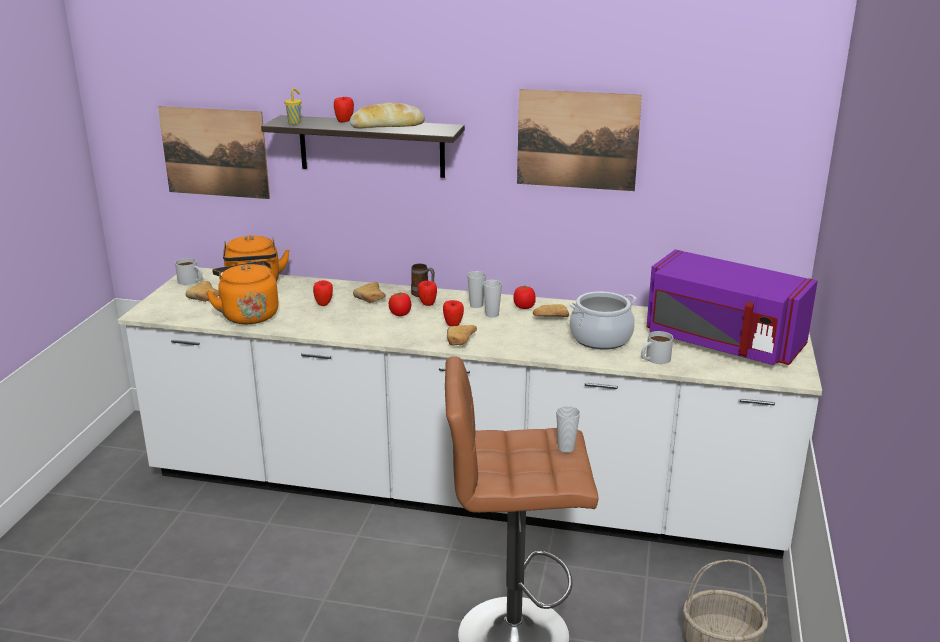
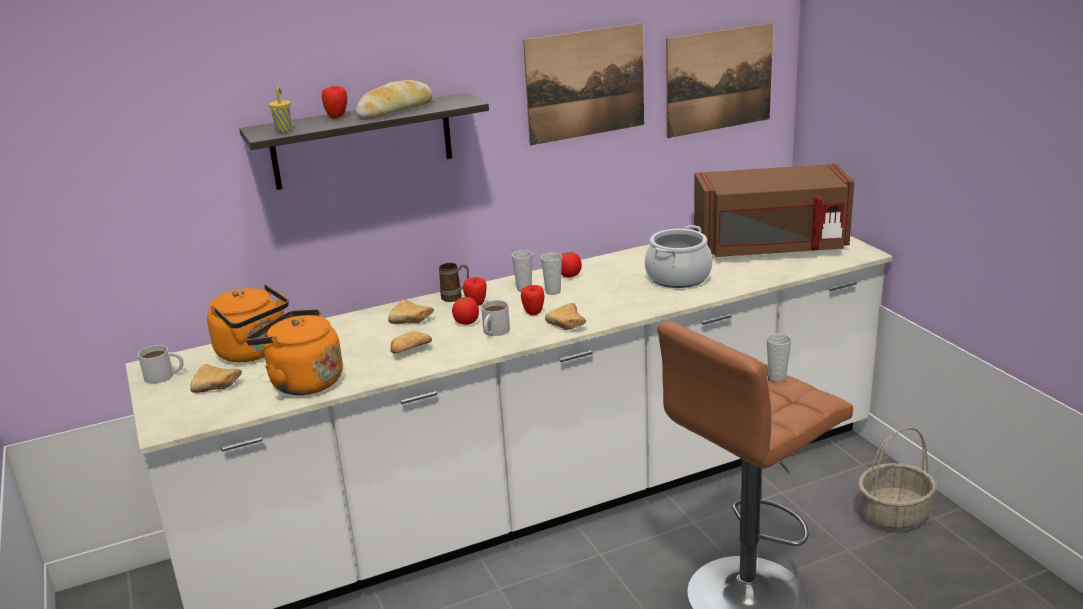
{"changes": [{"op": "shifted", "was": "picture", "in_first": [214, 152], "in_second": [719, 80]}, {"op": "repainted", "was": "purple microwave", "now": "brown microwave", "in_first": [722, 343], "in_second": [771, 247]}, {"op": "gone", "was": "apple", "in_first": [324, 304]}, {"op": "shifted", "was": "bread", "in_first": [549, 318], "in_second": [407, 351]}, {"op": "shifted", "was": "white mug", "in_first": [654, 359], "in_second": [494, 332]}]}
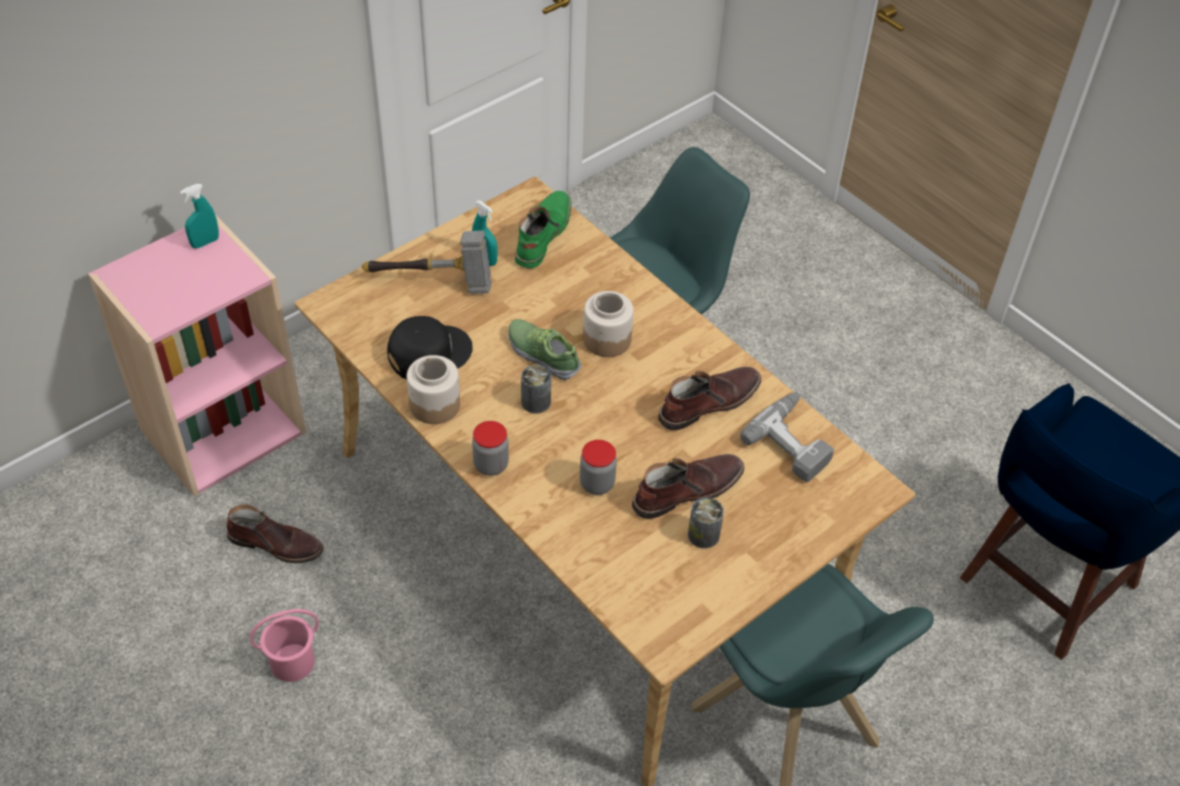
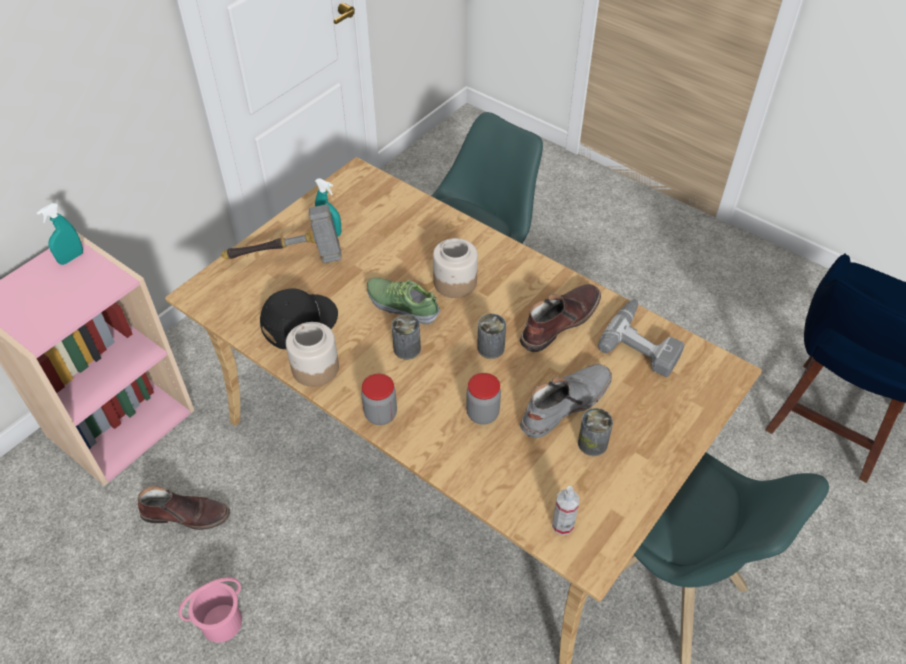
{"changes": [{"op": "gone", "was": "green boot", "in_first": [541, 235]}, {"op": "repainted", "was": "brown boot", "now": "grey boot", "in_first": [686, 490], "in_second": [564, 404]}, {"op": "new", "now": "can", "in_second": [490, 348]}, {"op": "new", "now": "spray bottle", "in_second": [562, 525]}]}
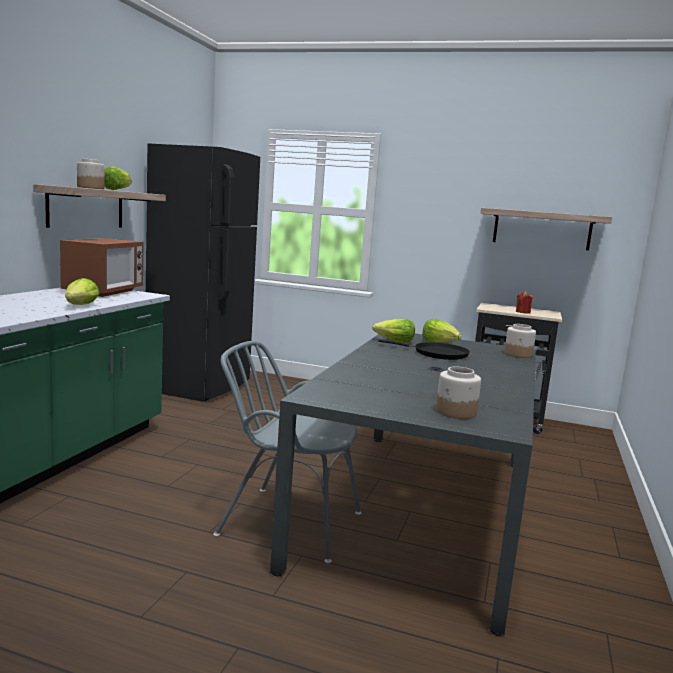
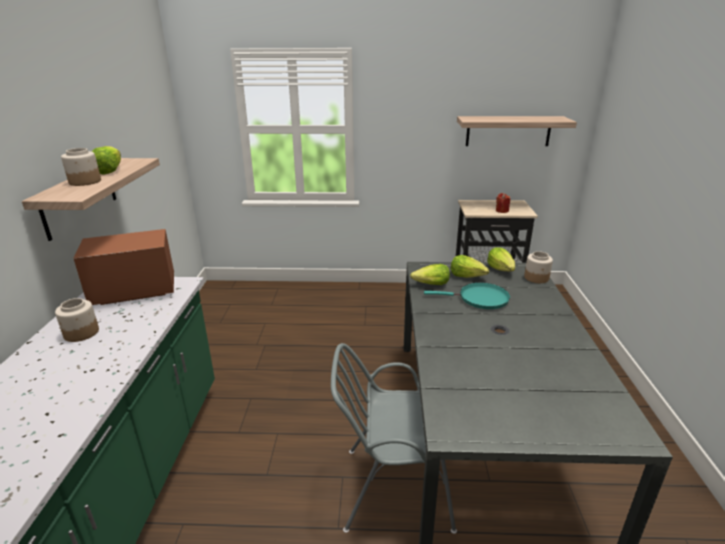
{"changes": [{"op": "gone", "was": "black fridge", "in_first": [200, 386]}, {"op": "rotated", "was": "microwave", "in_first": [104, 292], "in_second": [135, 292], "clockwise": -105}, {"op": "shifted", "was": "lettuce", "in_first": [81, 306], "in_second": [501, 269]}, {"op": "repainted", "was": "black frying pan", "now": "turquoise frying pan", "in_first": [437, 354], "in_second": [480, 299]}, {"op": "shifted", "was": "jar", "in_first": [456, 412], "in_second": [81, 333]}]}
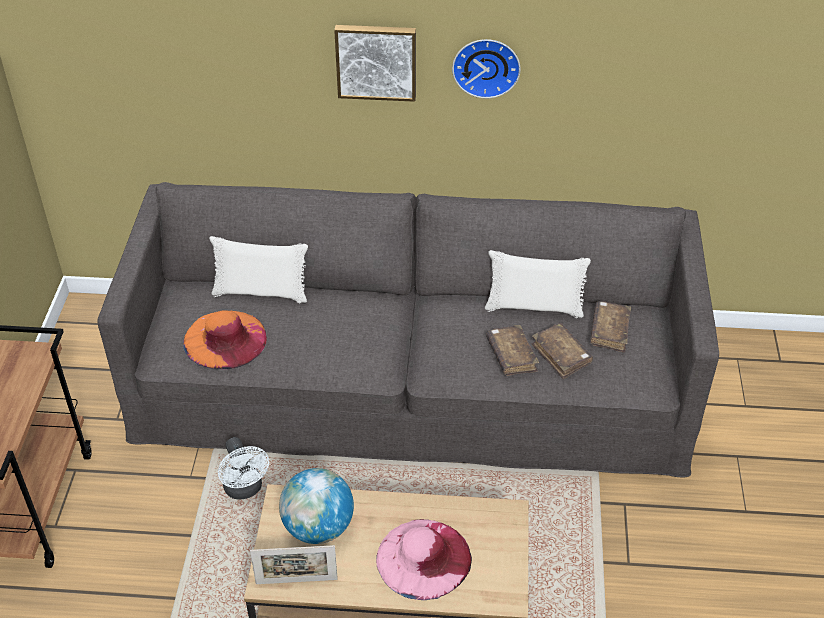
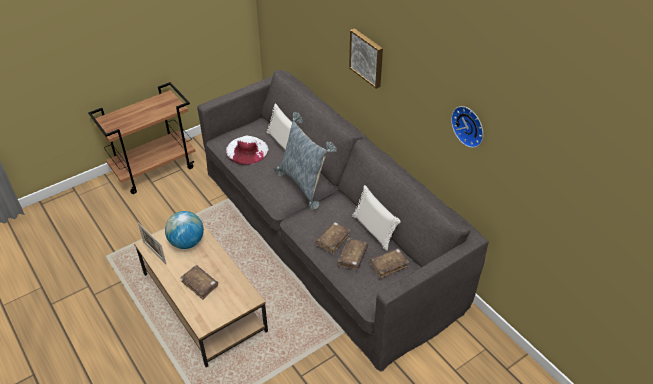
{"changes": [{"op": "shifted", "was": "wall clock", "in_first": [486, 66], "in_second": [469, 125]}, {"op": "repainted", "was": "orange hat", "now": "white hat", "in_first": [225, 339], "in_second": [247, 150]}, {"op": "gone", "was": "white fan", "in_first": [245, 489]}, {"op": "swapped", "was": "pink hat", "now": "brown book", "in_first": [423, 558], "in_second": [200, 284]}, {"op": "new", "now": "pillow", "in_second": [305, 187]}]}
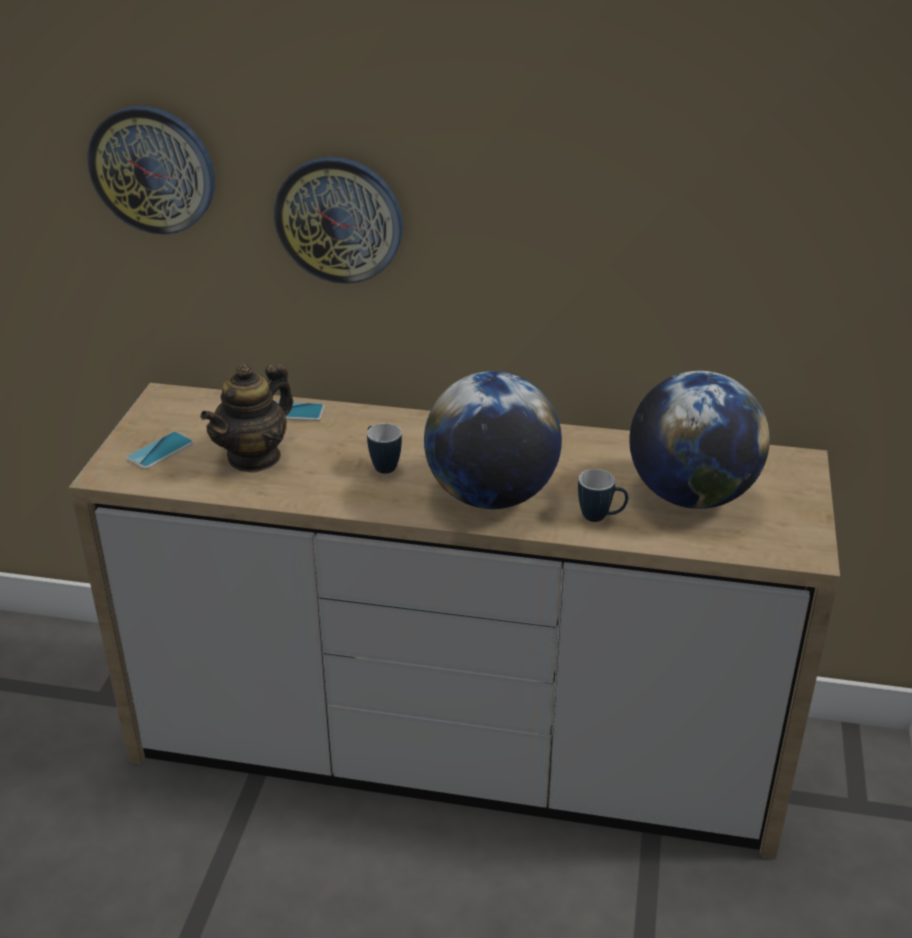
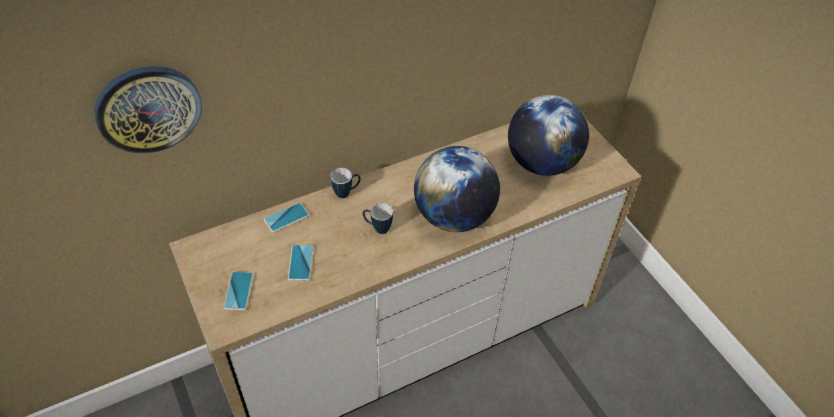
{"changes": [{"op": "gone", "was": "wall clock", "in_first": [339, 219]}, {"op": "swapped", "was": "teapot", "now": "phone", "in_first": [254, 457], "in_second": [301, 263]}, {"op": "shifted", "was": "mug", "in_first": [601, 517], "in_second": [346, 193]}]}
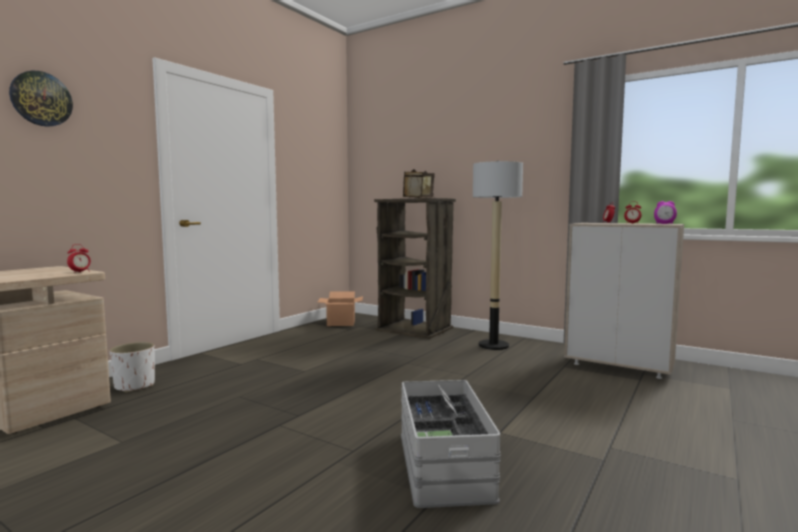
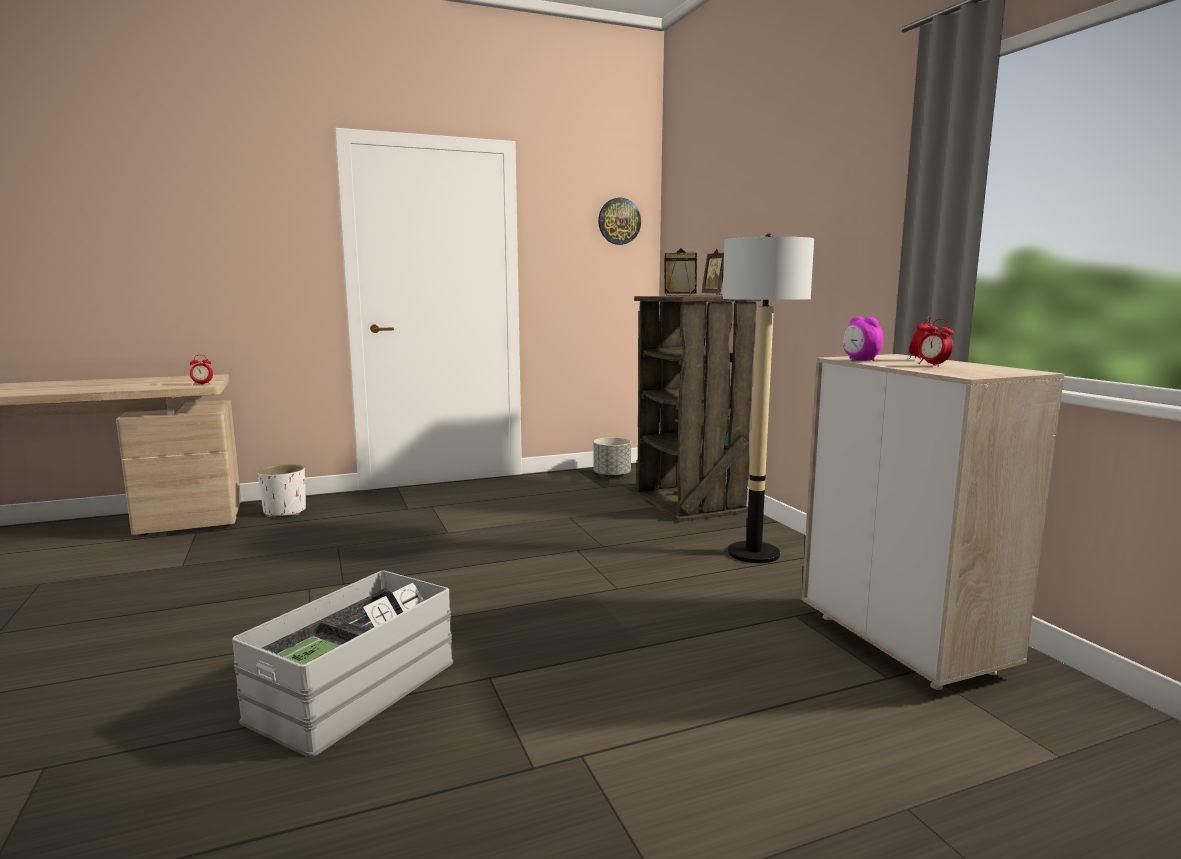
{"changes": [{"op": "shifted", "was": "wall clock", "in_first": [41, 99], "in_second": [619, 221]}, {"op": "shifted", "was": "alarm clock", "in_first": [664, 223], "in_second": [860, 360]}, {"op": "swapped", "was": "cardboard box", "now": "grey planter", "in_first": [341, 323], "in_second": [612, 475]}]}
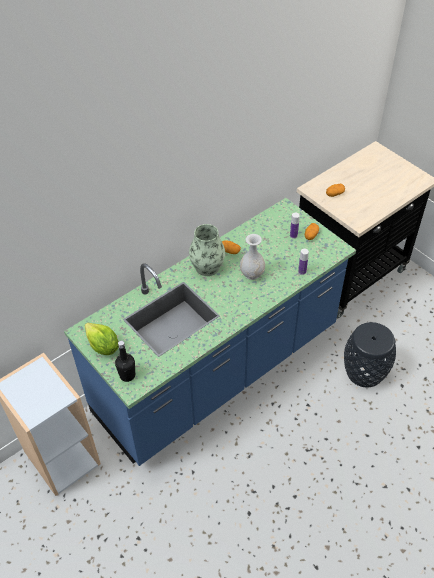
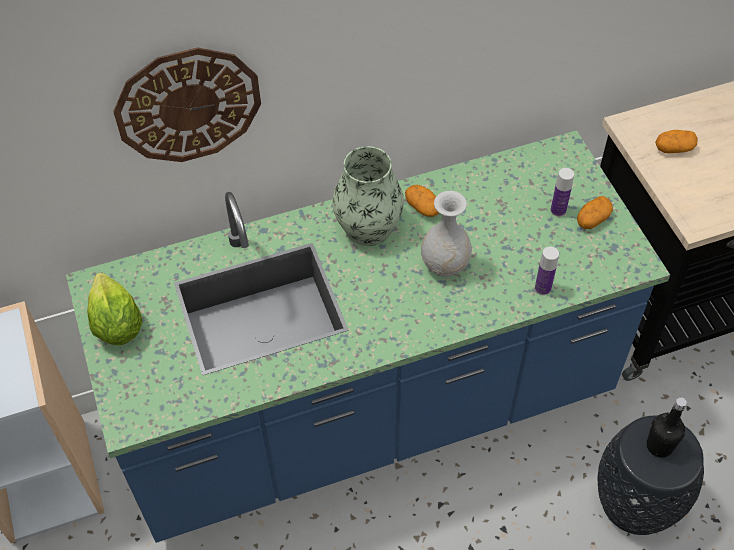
{"changes": [{"op": "shifted", "was": "black bottle", "in_first": [127, 375], "in_second": [659, 446]}, {"op": "new", "now": "wall clock", "in_second": [188, 105]}]}
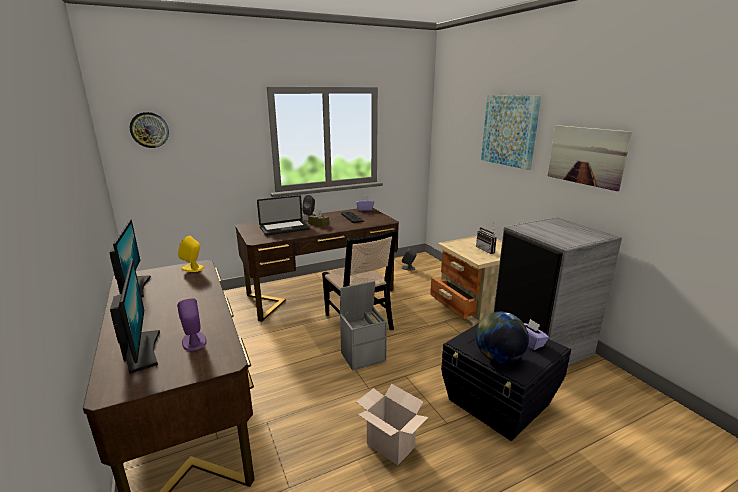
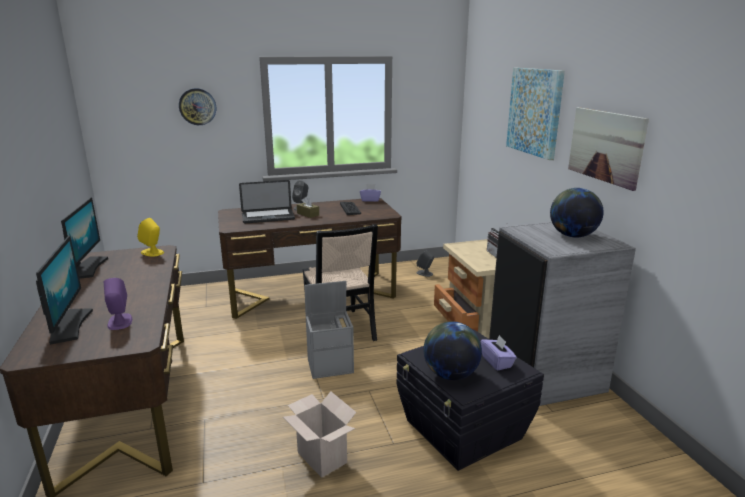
{"changes": [{"op": "shifted", "was": "wall clock", "in_first": [149, 130], "in_second": [197, 106]}, {"op": "new", "now": "globe", "in_second": [572, 235]}]}
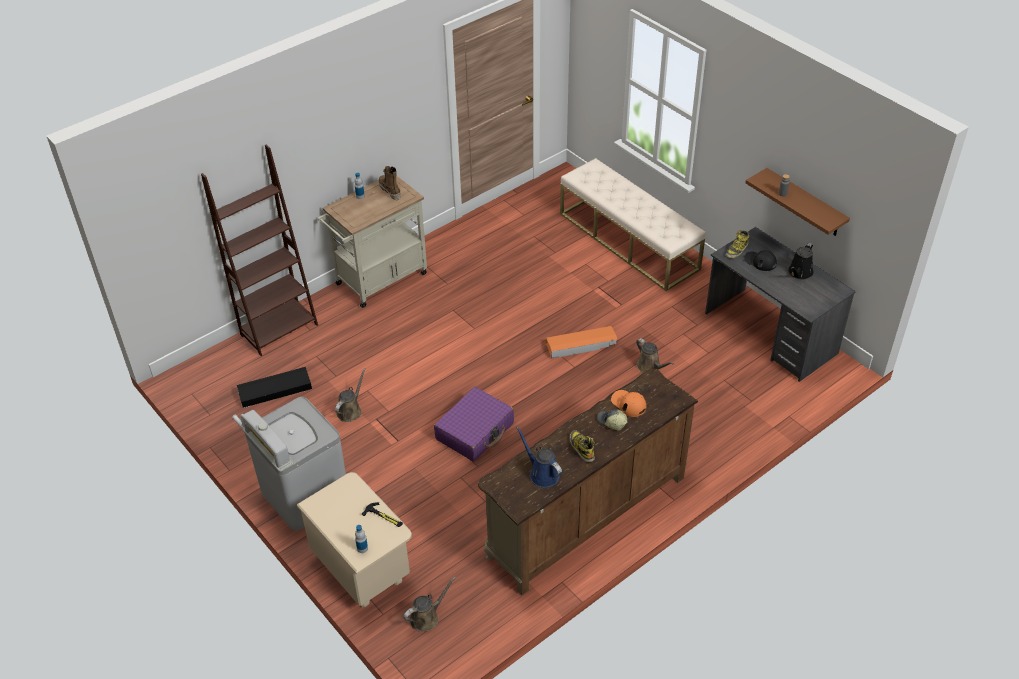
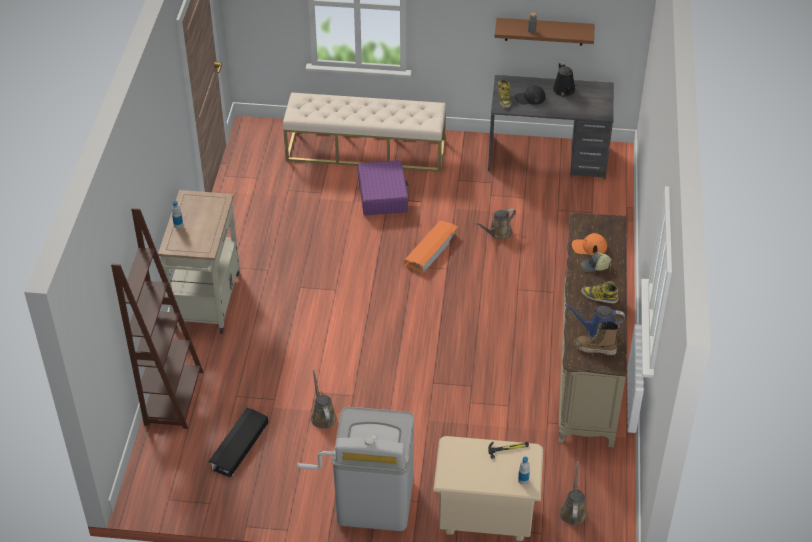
{"changes": [{"op": "shifted", "was": "boot", "in_first": [390, 191], "in_second": [595, 349]}, {"op": "rotated", "was": "brown watering can", "in_first": [650, 366], "in_second": [498, 233], "clockwise": 135}, {"op": "shifted", "was": "purple suitcase", "in_first": [475, 431], "in_second": [383, 195]}]}
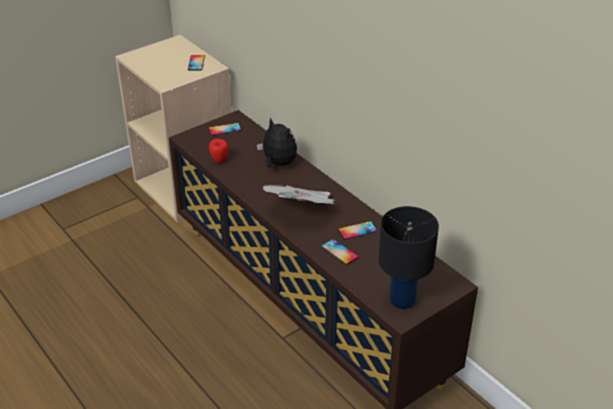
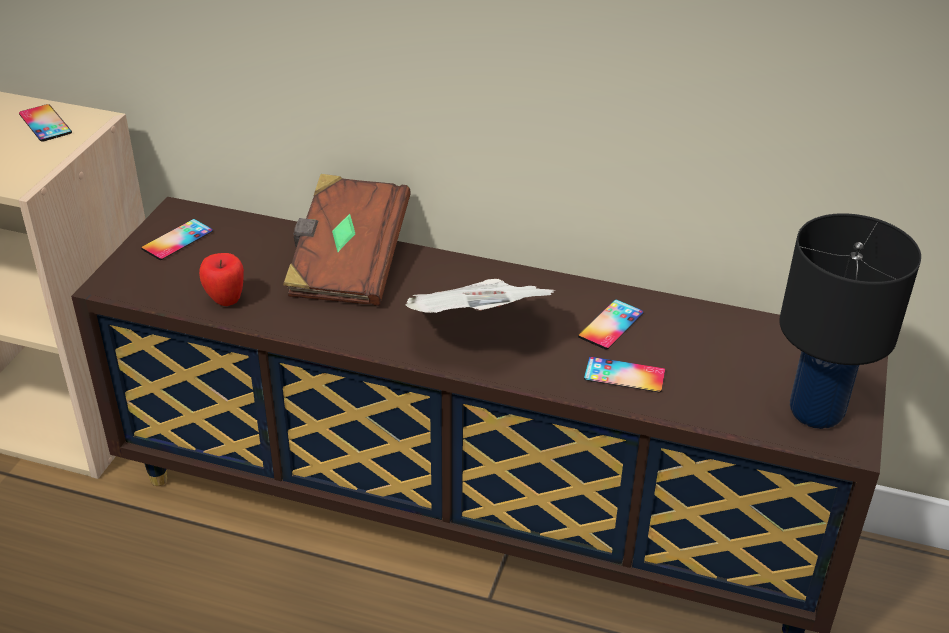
{"changes": [{"op": "swapped", "was": "plush toy", "now": "brown book", "in_first": [278, 164], "in_second": [347, 265]}]}
